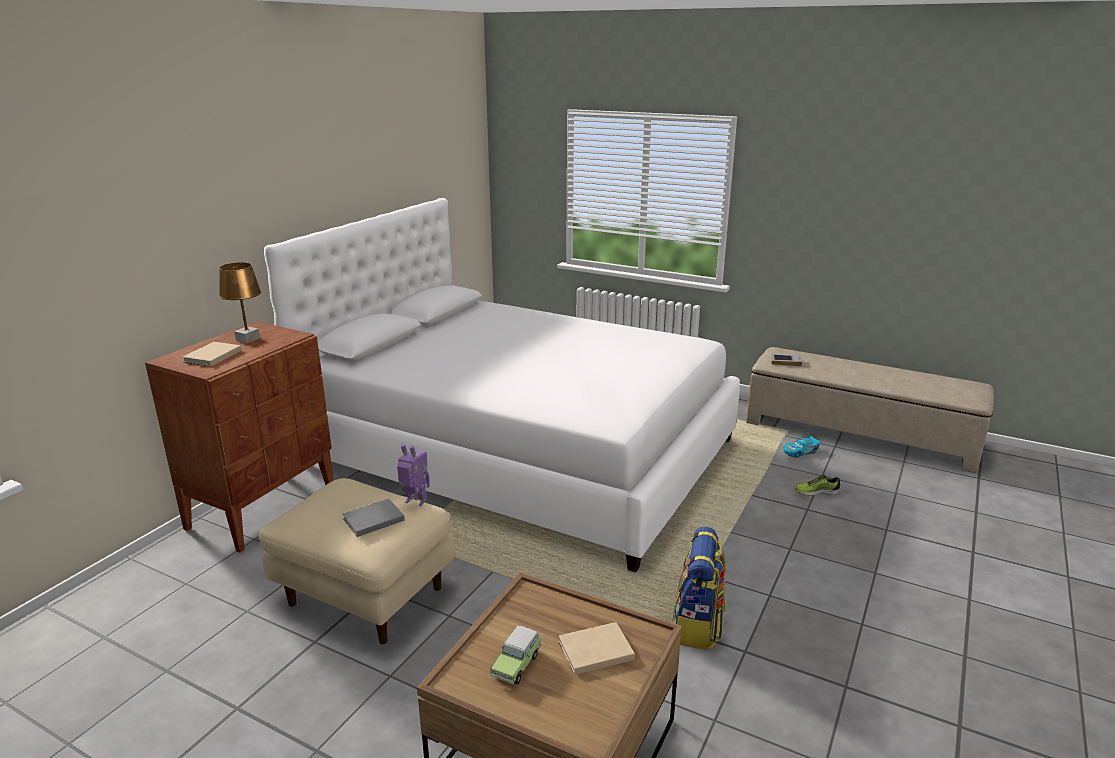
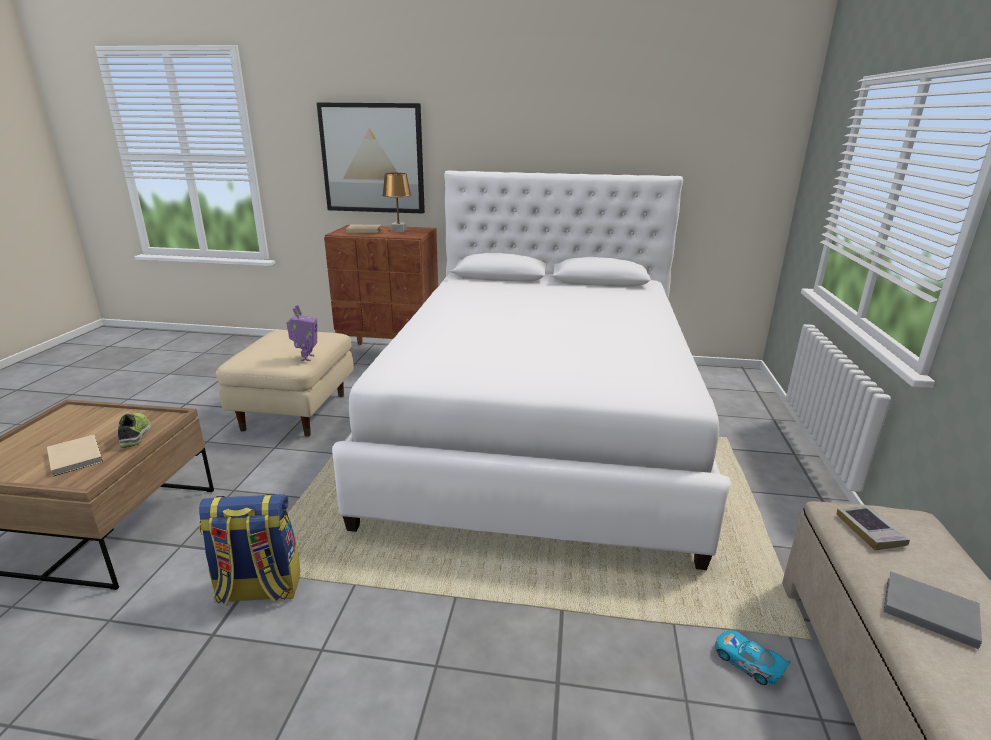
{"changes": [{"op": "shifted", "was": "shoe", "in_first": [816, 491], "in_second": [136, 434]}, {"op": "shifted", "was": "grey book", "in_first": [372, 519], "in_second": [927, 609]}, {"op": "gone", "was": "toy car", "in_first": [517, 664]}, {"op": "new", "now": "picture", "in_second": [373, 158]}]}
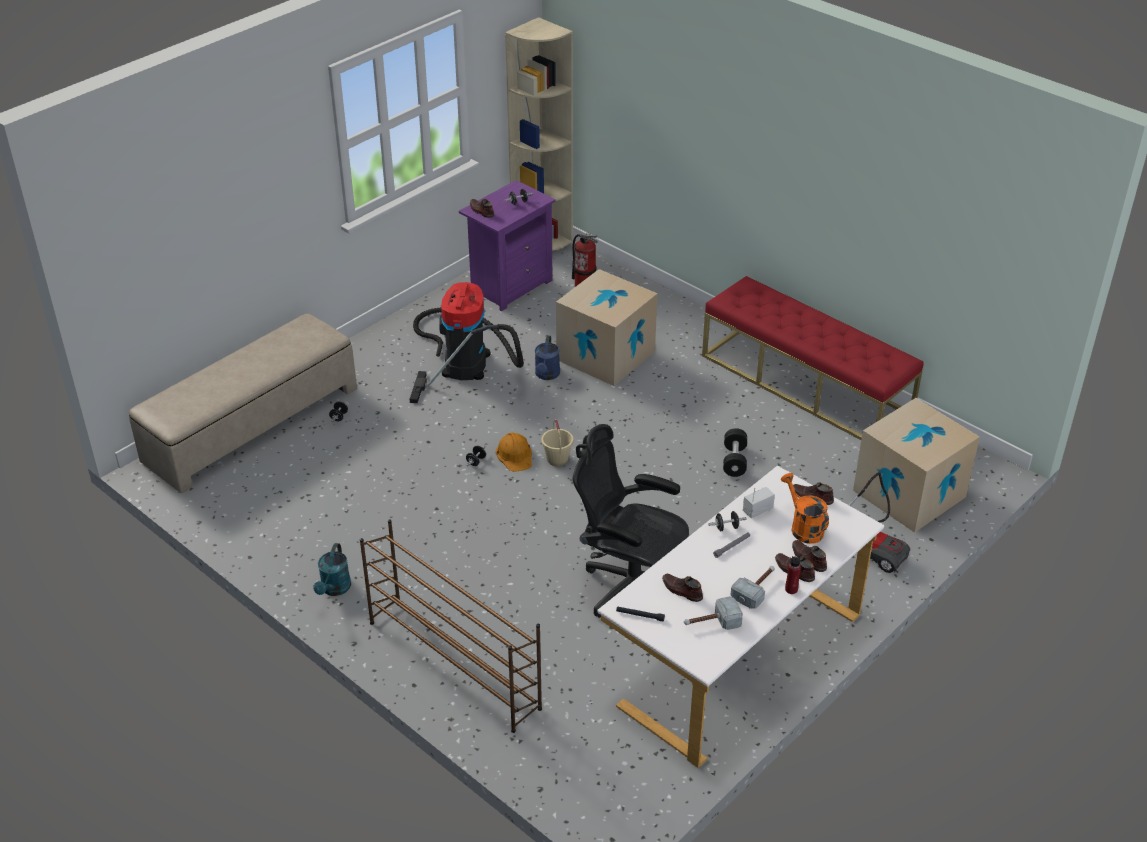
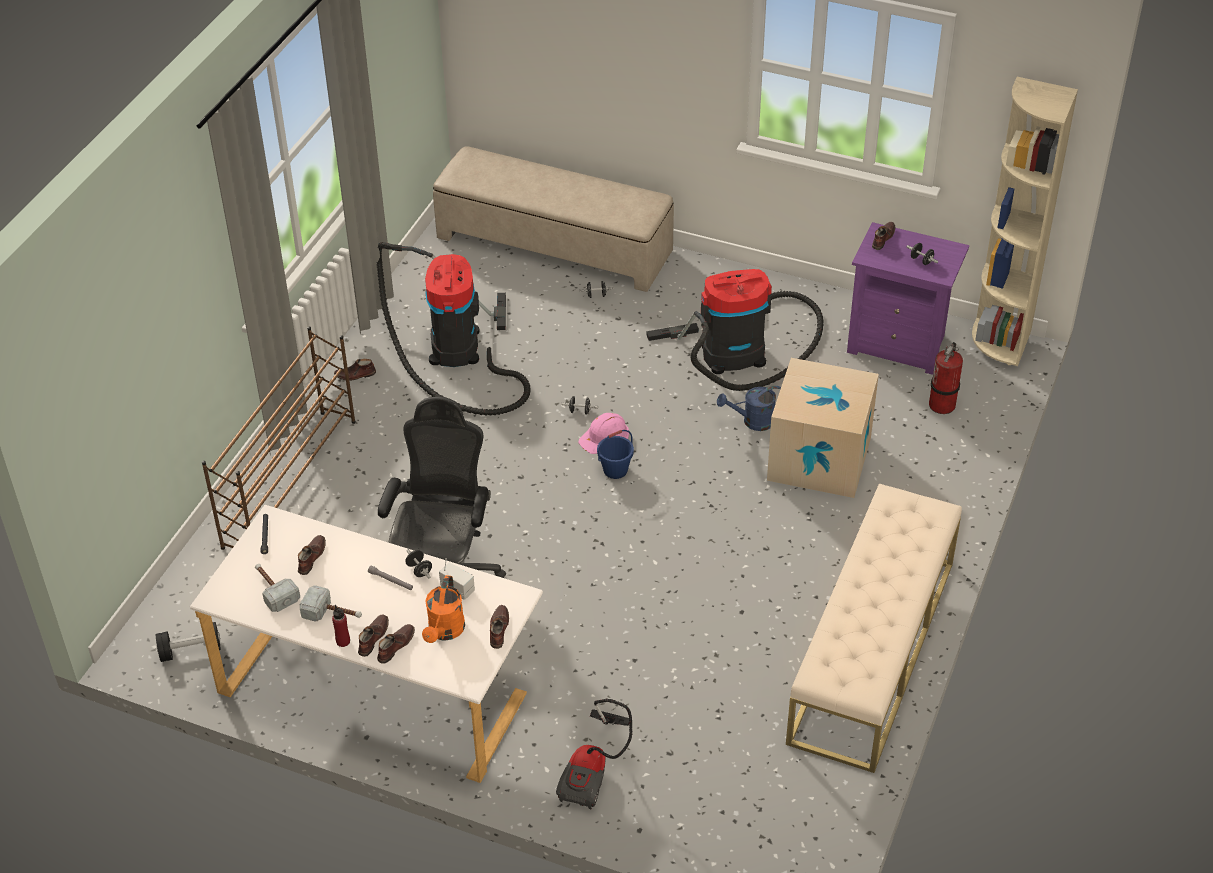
{"changes": [{"op": "repainted", "was": "red bench", "now": "beige bench", "in_first": [805, 385], "in_second": [872, 651]}, {"op": "gone", "was": "cardboard box", "in_first": [909, 493]}, {"op": "repainted", "was": "beige bucket", "now": "blue bucket", "in_first": [557, 459], "in_second": [615, 470]}, {"op": "shifted", "was": "black dumbbell", "in_first": [734, 461], "in_second": [190, 651]}, {"op": "repainted", "was": "orange hard hat", "now": "pink hard hat", "in_first": [515, 455], "in_second": [605, 436]}, {"op": "rotated", "was": "orange watering can", "in_first": [803, 527], "in_second": [445, 632], "clockwise": 150}, {"op": "swapped", "was": "turquoise watering can", "now": "brown shoe", "in_first": [334, 589], "in_second": [355, 375]}, {"op": "new", "now": "vacuum cleaner", "in_second": [456, 352]}]}
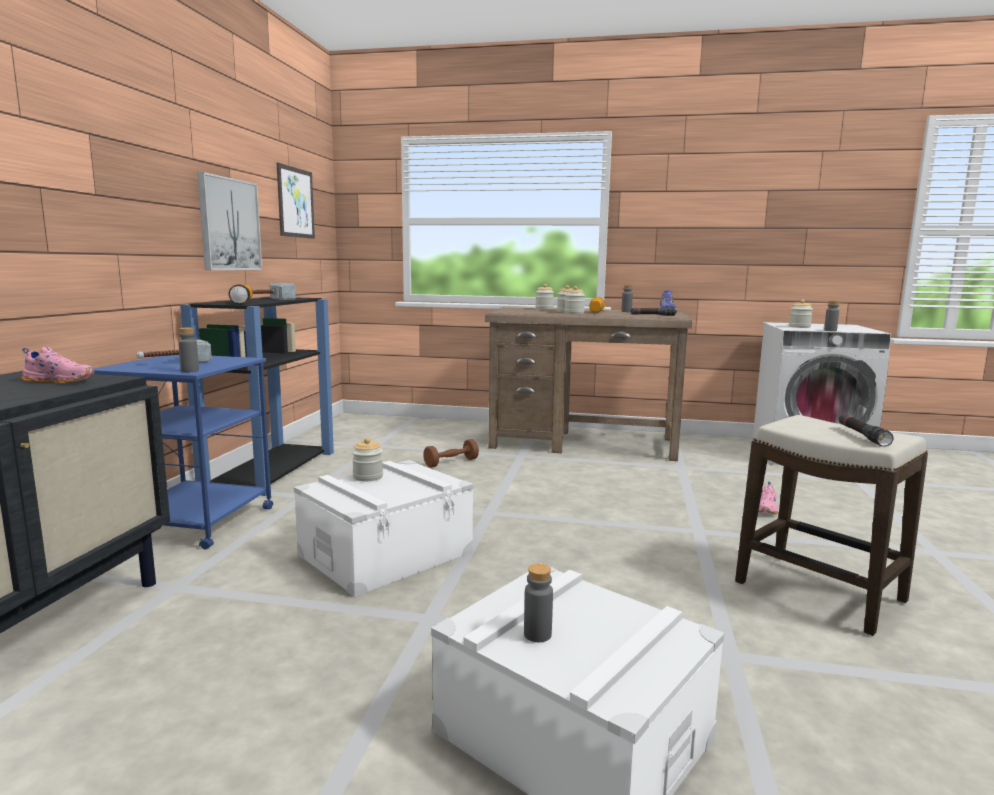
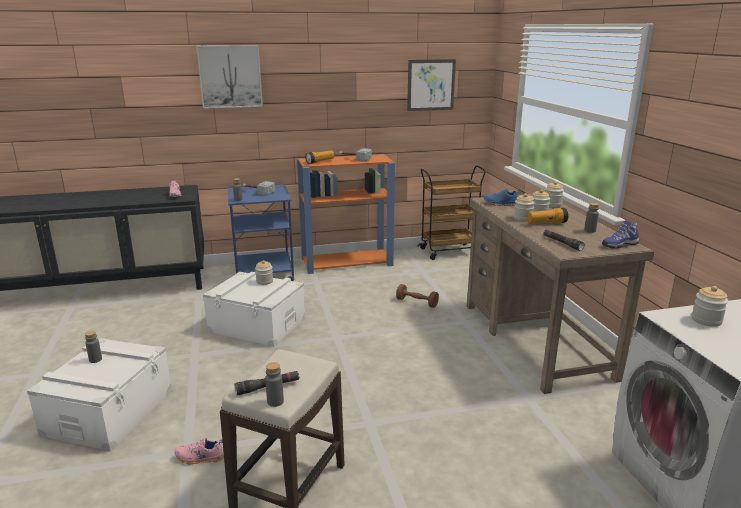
{"changes": [{"op": "shifted", "was": "picture", "in_first": [229, 224], "in_second": [230, 76]}, {"op": "repainted", "was": "black bookcase", "now": "orange bookcase", "in_first": [272, 469], "in_second": [347, 262]}, {"op": "shifted", "was": "grey bottle", "in_first": [830, 330], "in_second": [275, 401]}, {"op": "shifted", "was": "pink shoe", "in_first": [767, 509], "in_second": [200, 458]}, {"op": "new", "now": "brown cart", "in_second": [449, 252]}, {"op": "new", "now": "blue shoe", "in_second": [500, 204]}]}
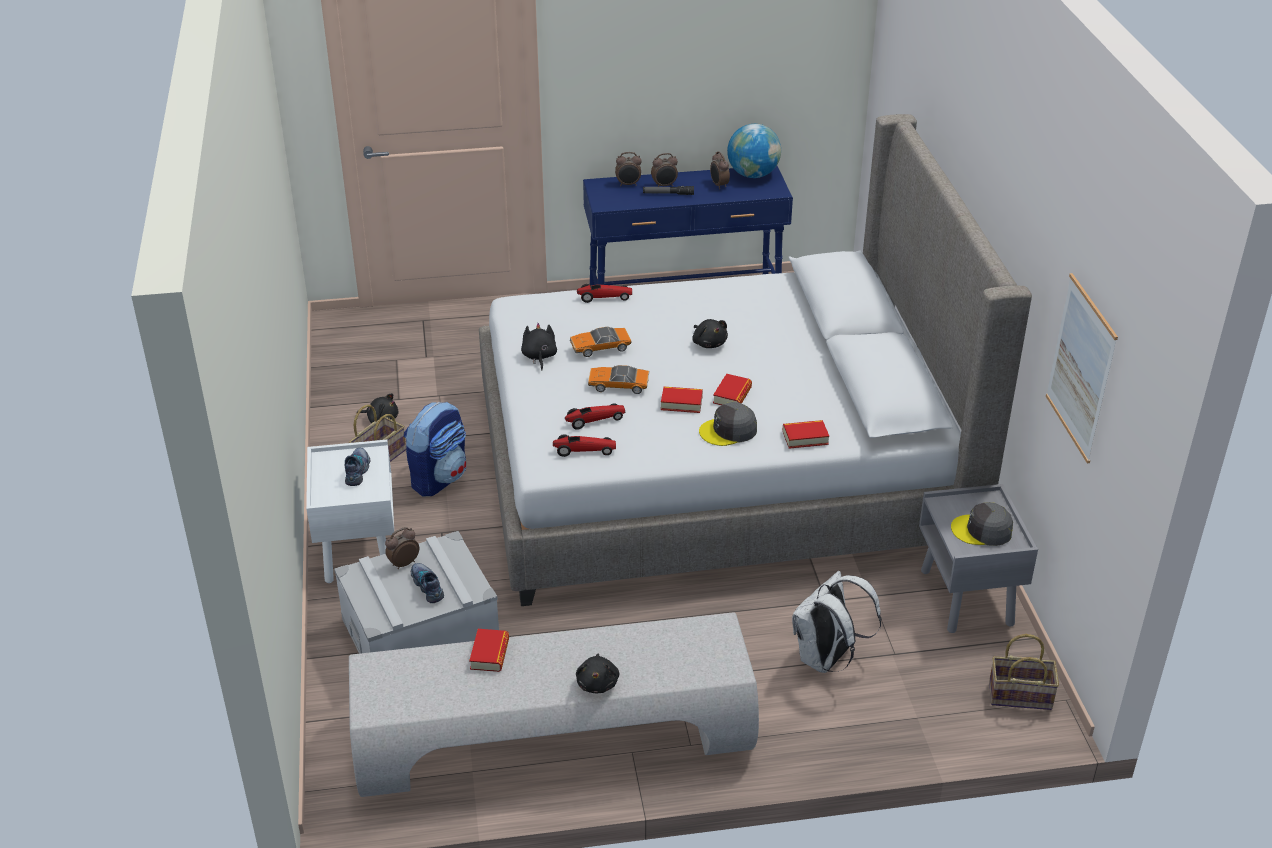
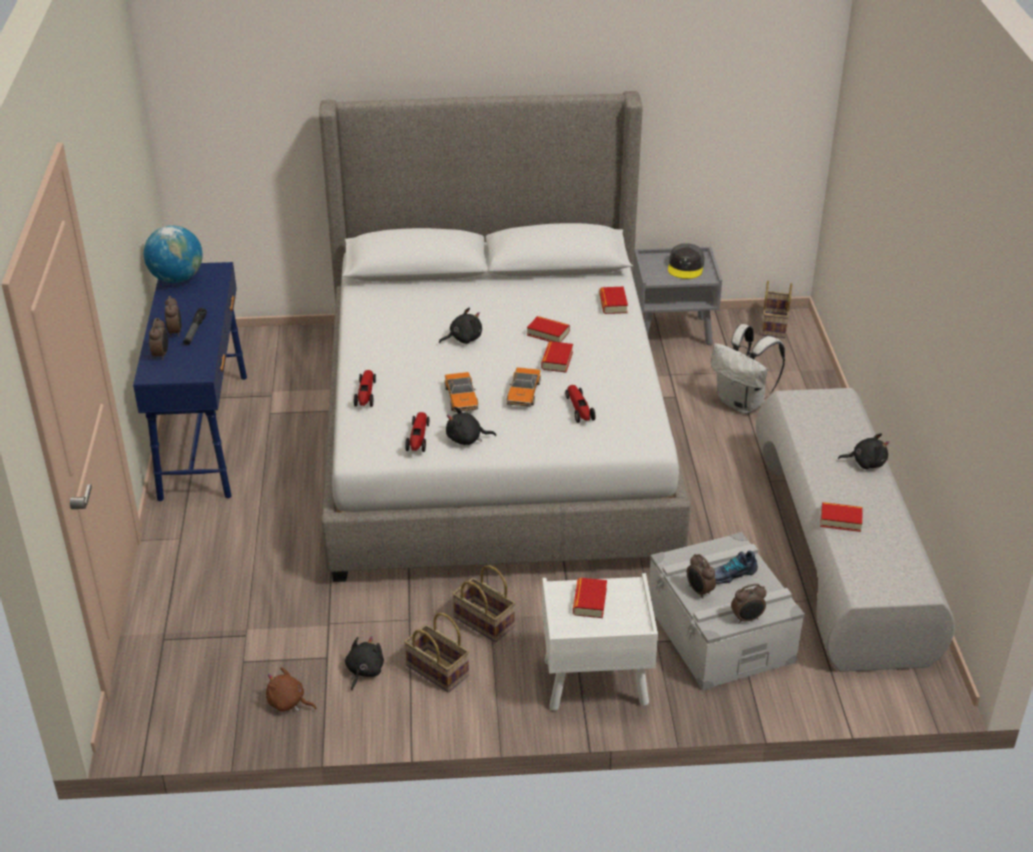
{"changes": [{"op": "shifted", "was": "alarm clock", "in_first": [719, 185], "in_second": [747, 619]}, {"op": "gone", "was": "picture", "in_first": [1081, 368]}, {"op": "swapped", "was": "backpack", "now": "basket", "in_first": [439, 478], "in_second": [482, 622]}, {"op": "gone", "was": "grey cap", "in_first": [728, 431]}, {"op": "shifted", "was": "toy car", "in_first": [584, 450], "in_second": [418, 438]}, {"op": "swapped", "was": "shoe", "now": "book", "in_first": [357, 470], "in_second": [589, 601]}, {"op": "new", "now": "brown plush toy", "in_second": [288, 703]}]}
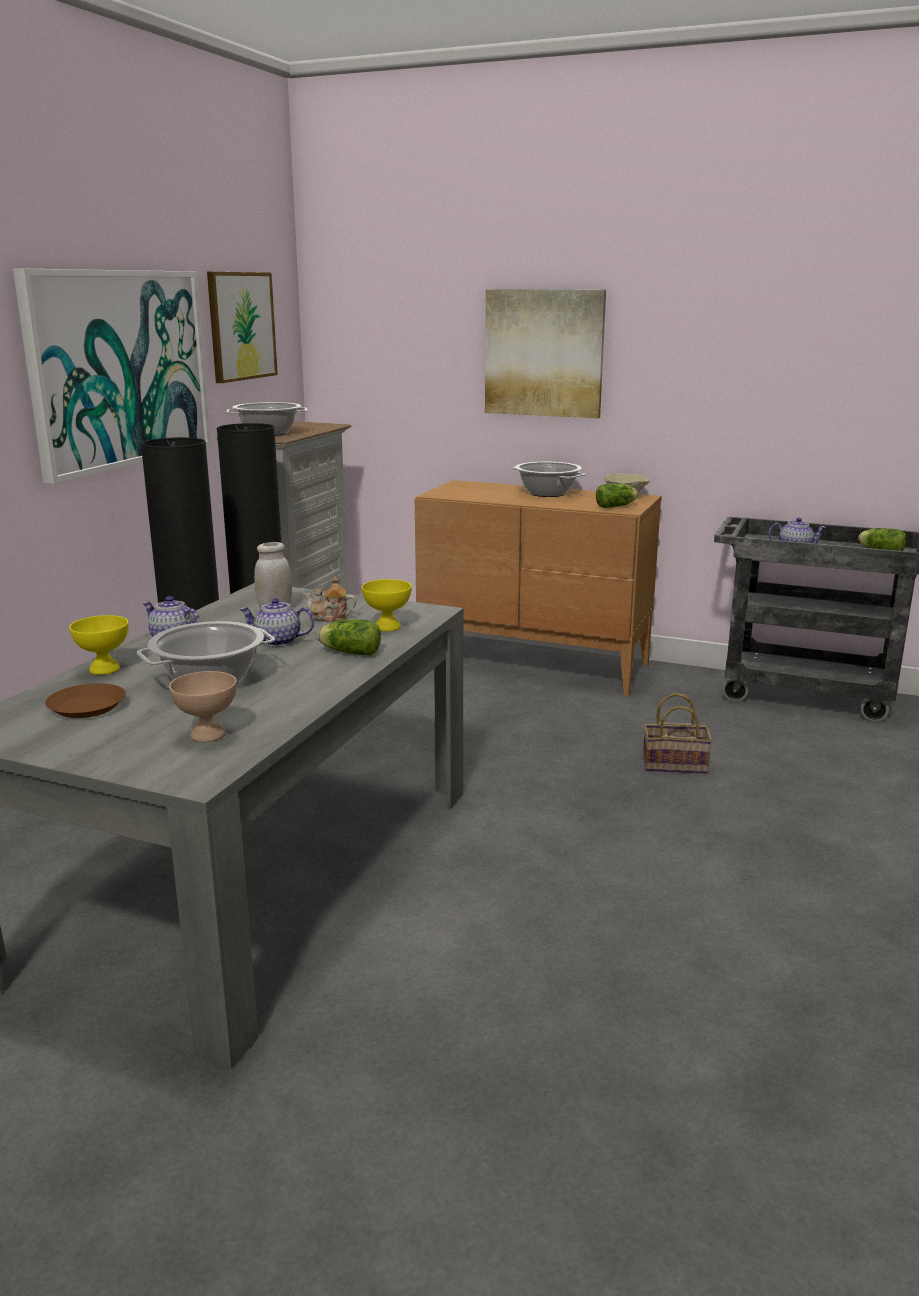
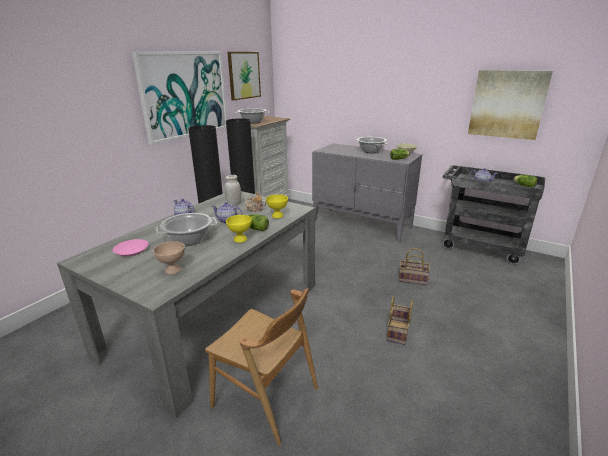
{"changes": [{"op": "shifted", "was": "picture", "in_first": [544, 353], "in_second": [507, 104]}, {"op": "repainted", "was": "brown cabinet", "now": "grey cabinet", "in_first": [534, 665], "in_second": [361, 224]}, {"op": "shifted", "was": "yellow bowl", "in_first": [106, 669], "in_second": [241, 239]}, {"op": "repainted", "was": "brown plate", "now": "pink plate", "in_first": [86, 707], "in_second": [131, 250]}, {"op": "new", "now": "brown chair", "in_second": [266, 398]}, {"op": "new", "now": "basket", "in_second": [398, 332]}]}
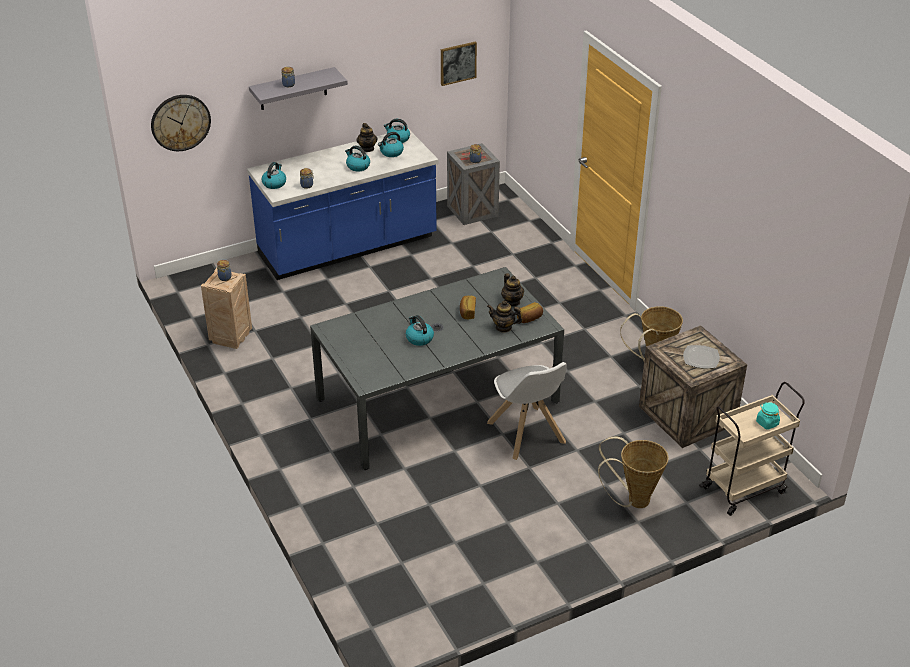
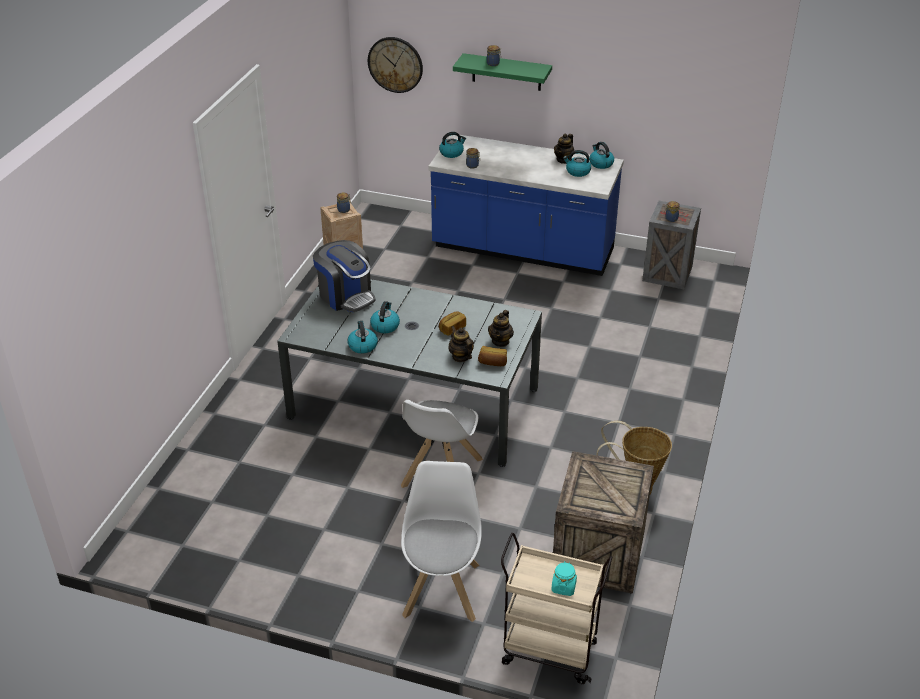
{"changes": [{"op": "gone", "was": "picture", "in_first": [458, 63]}, {"op": "repainted", "was": "grey shelf", "now": "green shelf", "in_first": [293, 89], "in_second": [506, 72]}, {"op": "shifted", "was": "kettle", "in_first": [357, 166], "in_second": [362, 345]}, {"op": "gone", "was": "plate", "in_first": [701, 358]}, {"op": "swapped", "was": "basket", "now": "chair", "in_first": [633, 500], "in_second": [442, 587]}, {"op": "new", "now": "coffee machine", "in_second": [346, 296]}]}
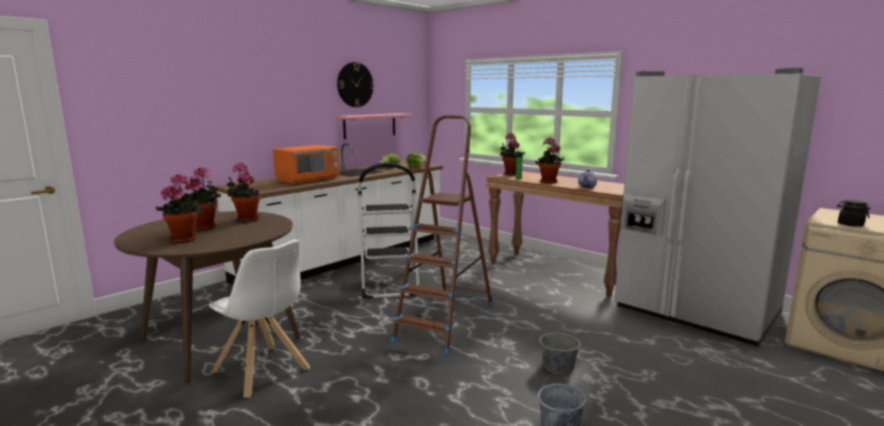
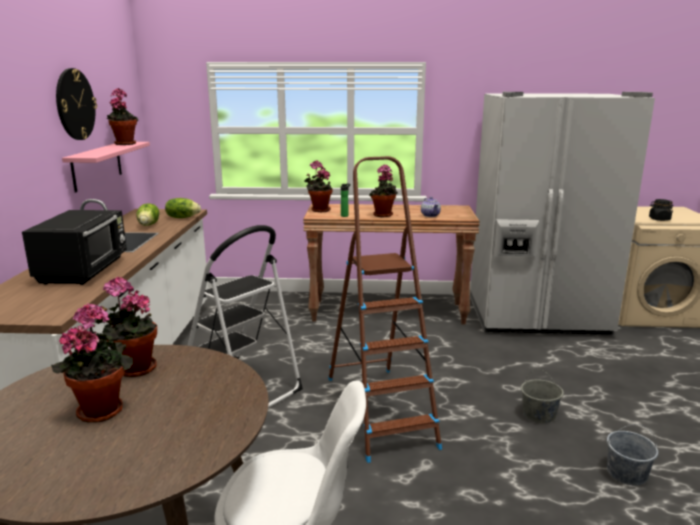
{"changes": [{"op": "repainted", "was": "orange microwave", "now": "black microwave", "in_first": [309, 180], "in_second": [85, 271]}, {"op": "shifted", "was": "potted plant", "in_first": [185, 239], "in_second": [124, 143]}]}
